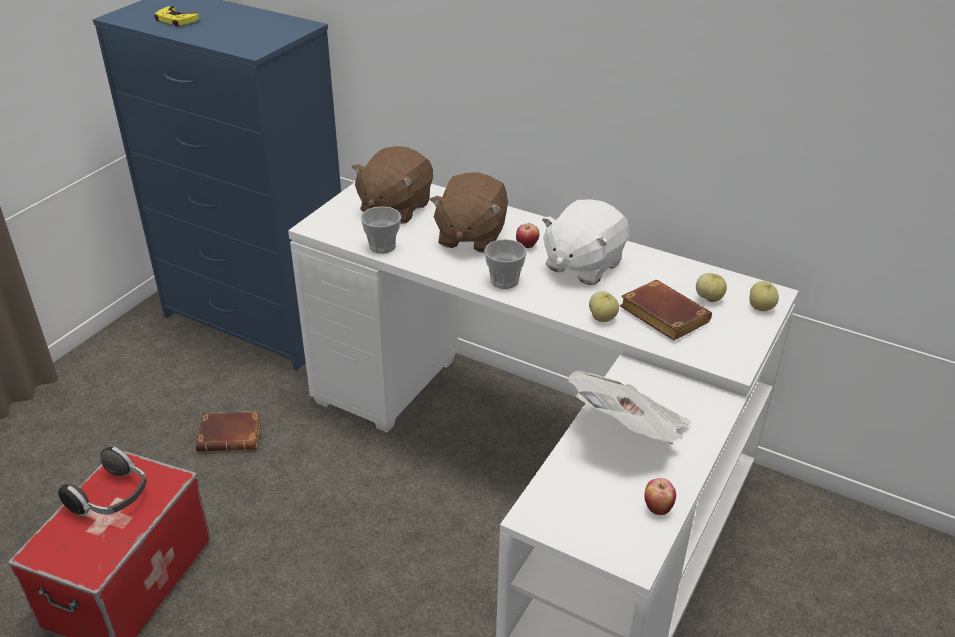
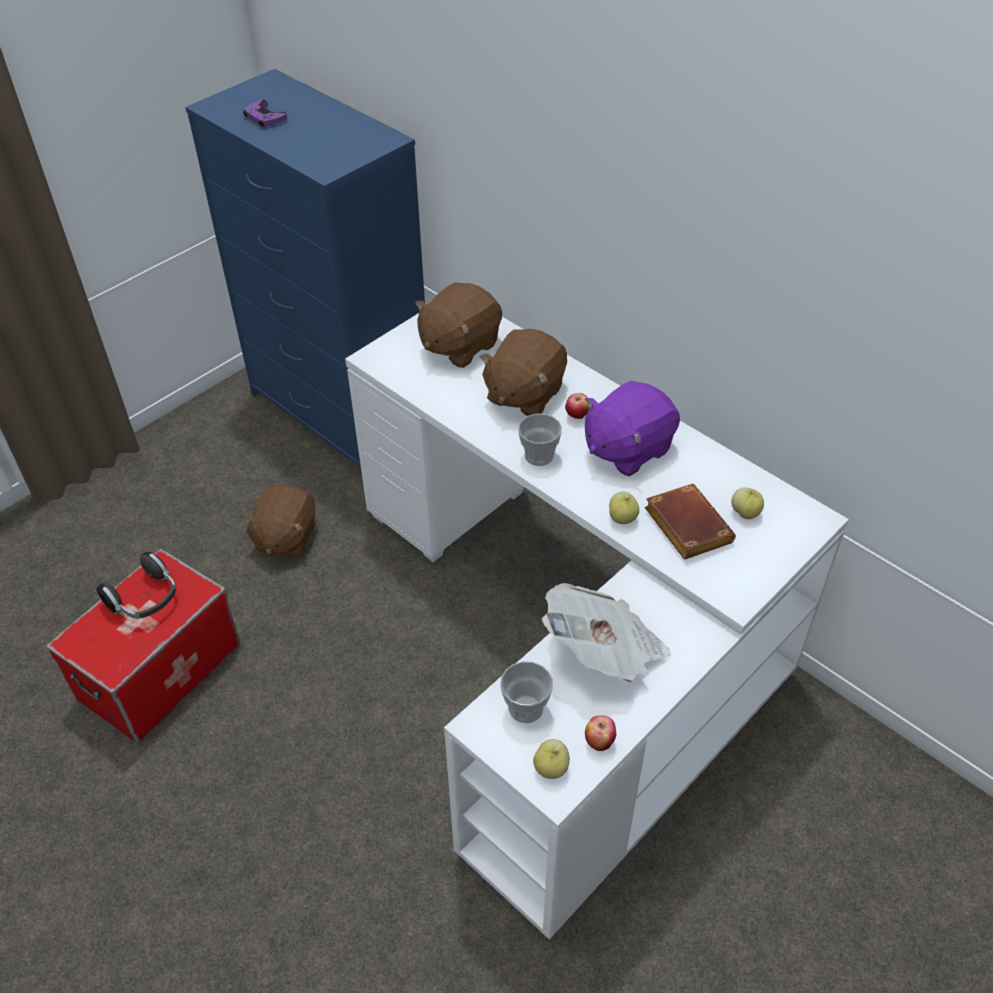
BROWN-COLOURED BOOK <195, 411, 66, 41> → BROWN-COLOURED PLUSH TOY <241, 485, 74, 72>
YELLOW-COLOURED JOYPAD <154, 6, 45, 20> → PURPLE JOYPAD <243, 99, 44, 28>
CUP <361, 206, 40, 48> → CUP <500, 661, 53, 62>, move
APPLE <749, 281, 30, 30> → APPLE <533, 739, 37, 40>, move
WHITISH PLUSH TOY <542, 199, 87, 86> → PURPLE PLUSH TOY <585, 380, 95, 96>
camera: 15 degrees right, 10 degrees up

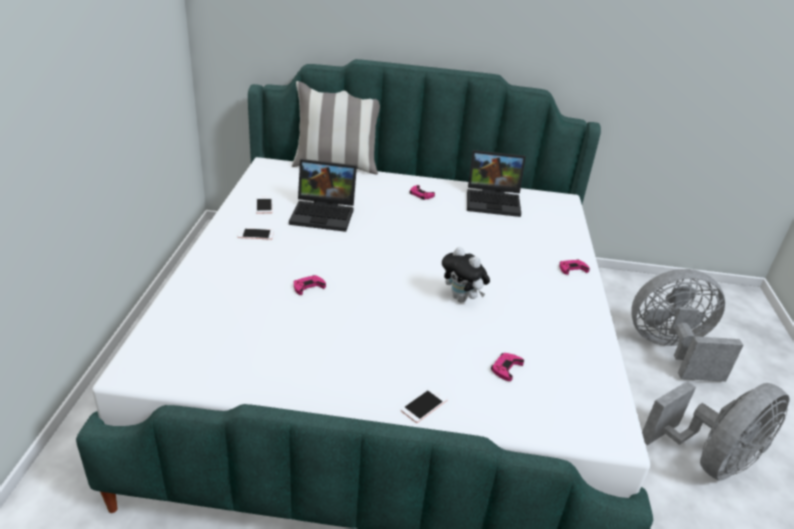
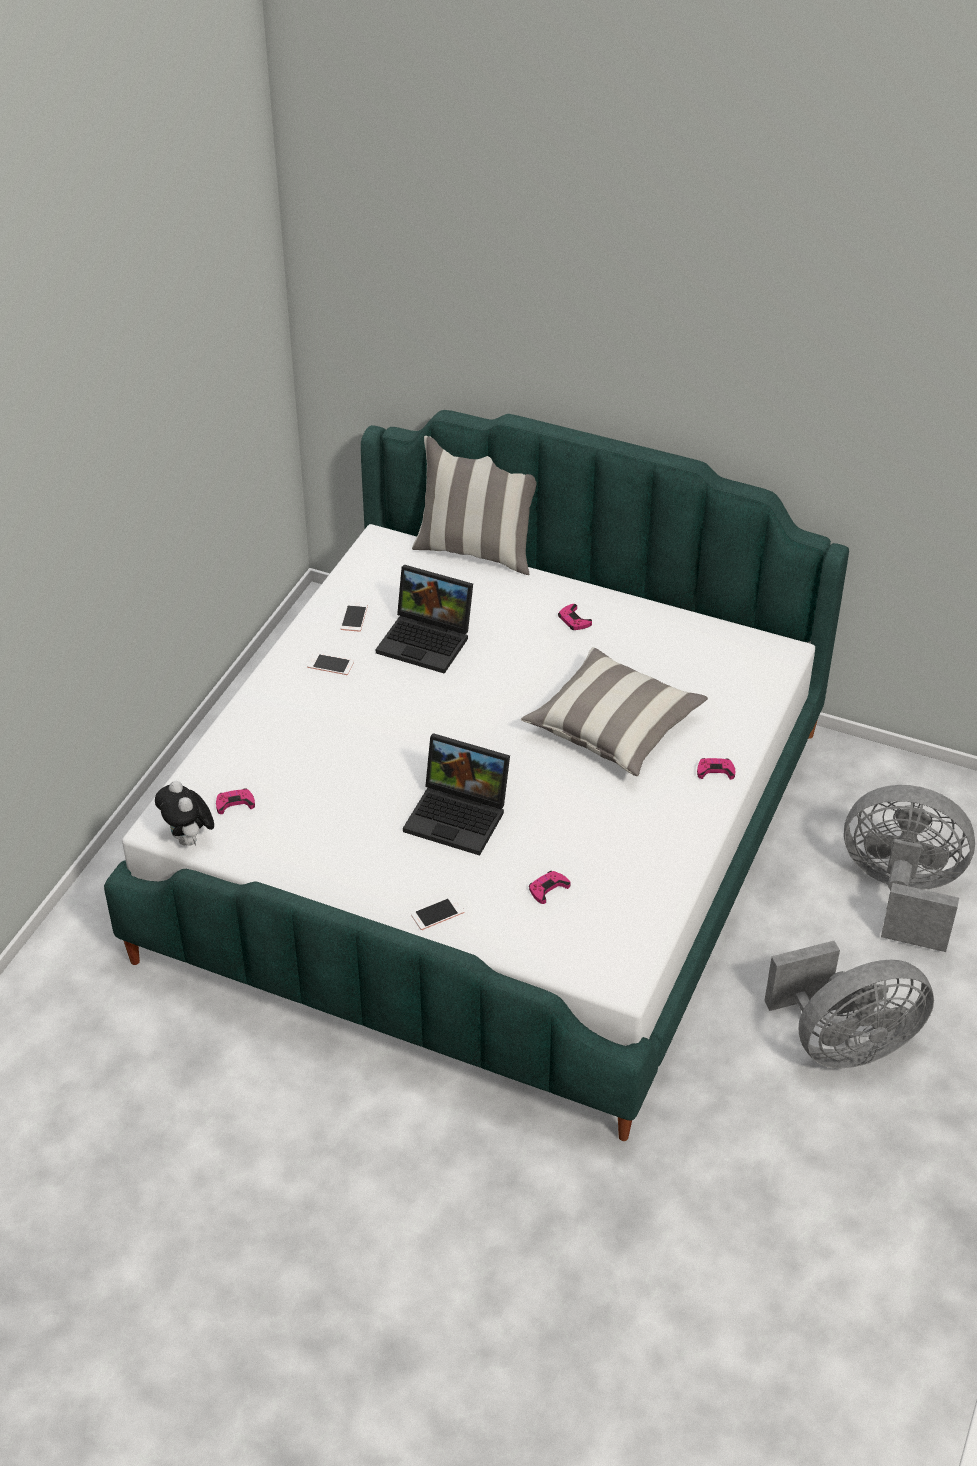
PLUSH TOY <442, 247, 48, 55> → PLUSH TOY <155, 781, 59, 65>, move
PINKISH JOYPAD <294, 275, 32, 20> → PINKISH JOYPAD <216, 788, 39, 26>, move
NOTEBOOK COMPUTER <467, 150, 59, 67> → NOTEBOOK COMPUTER <403, 733, 107, 123>, move
- → PILLOW <521, 647, 187, 129>
camera: 20 degrees right, 10 degrees up

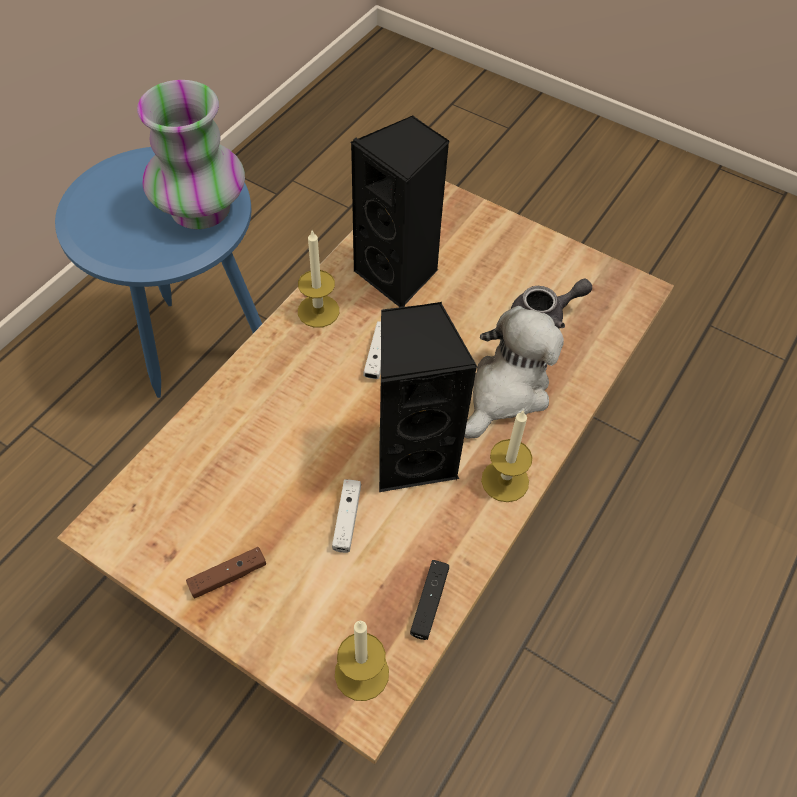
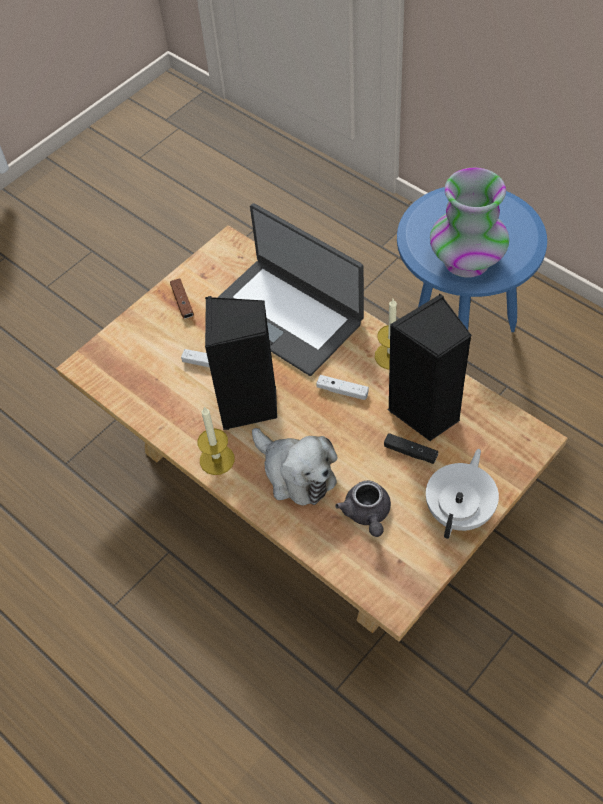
- → NOTEBOOK COMPUTER <217, 203, 147, 173>
BLACK JOYPAD <410, 560, 39, 80> → BLACK JOYPAD <384, 433, 54, 31>, move
- → WHITISH TEA POT <426, 449, 73, 90>
WAX CANDLE <335, 621, 54, 80> → -
camera: 105 degrees right, 0 degrees up

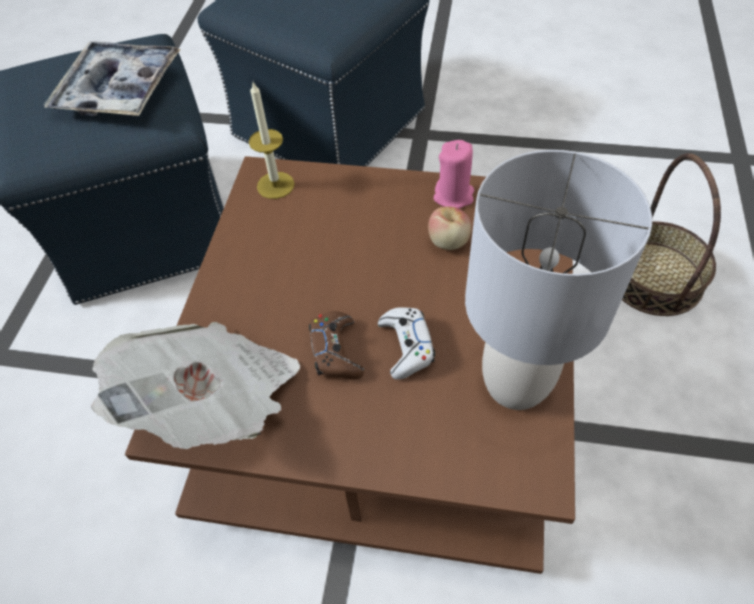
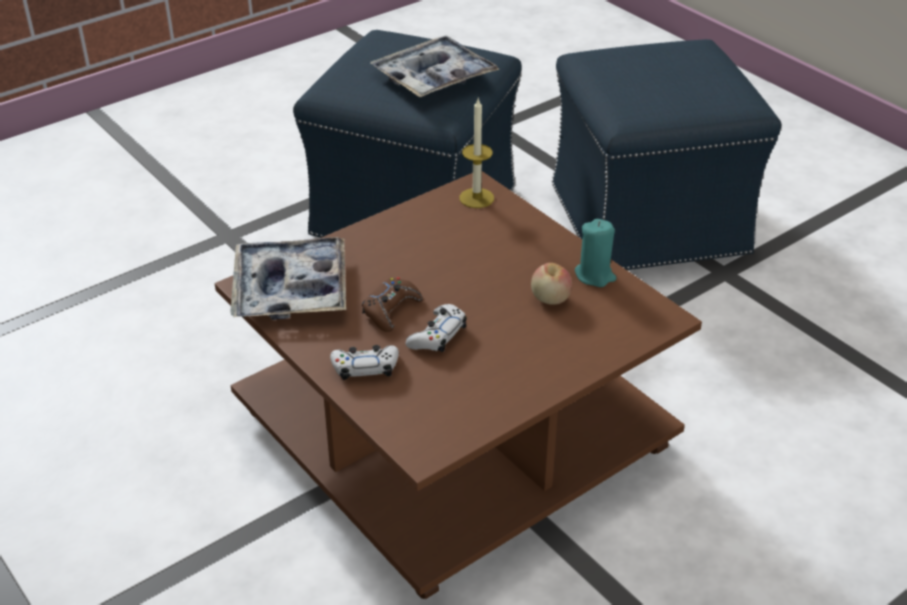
PRINTED PAPER <91, 322, 209, 127> → TRAY <230, 237, 116, 83>
- → WHITISH JOYPAD <330, 345, 69, 35>
PINKISH WAX CANDLE <433, 140, 41, 68> → TURQUOISE WAX CANDLE <575, 219, 41, 68>
GREY TABLETOP LAMP <465, 150, 187, 260> → -
BASKET <622, 153, 99, 163> → -
camera: 40 degrees right, 15 degrees down

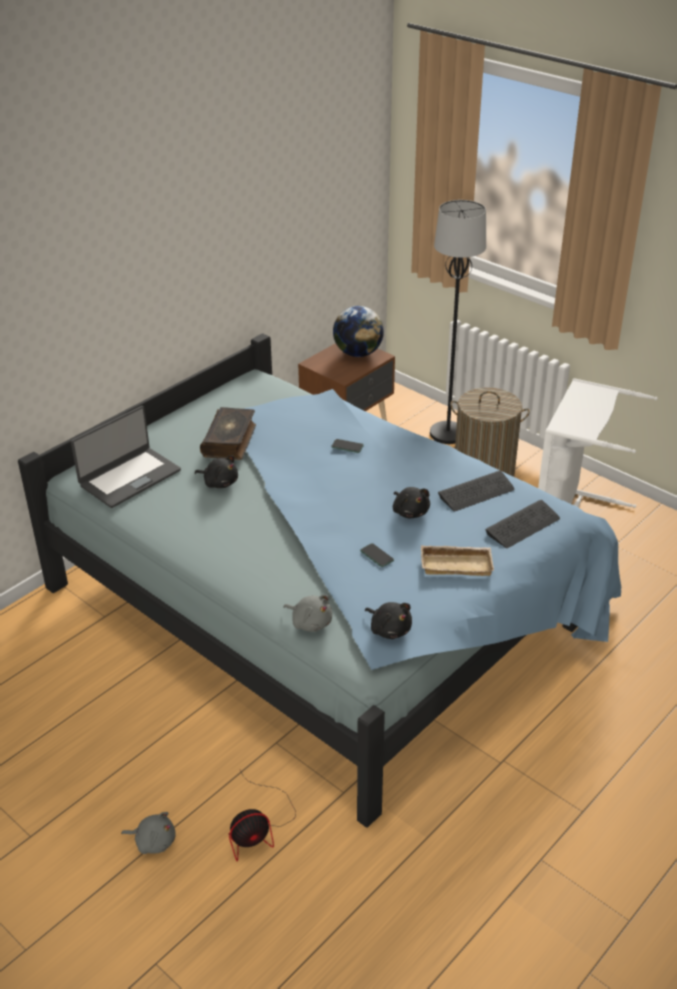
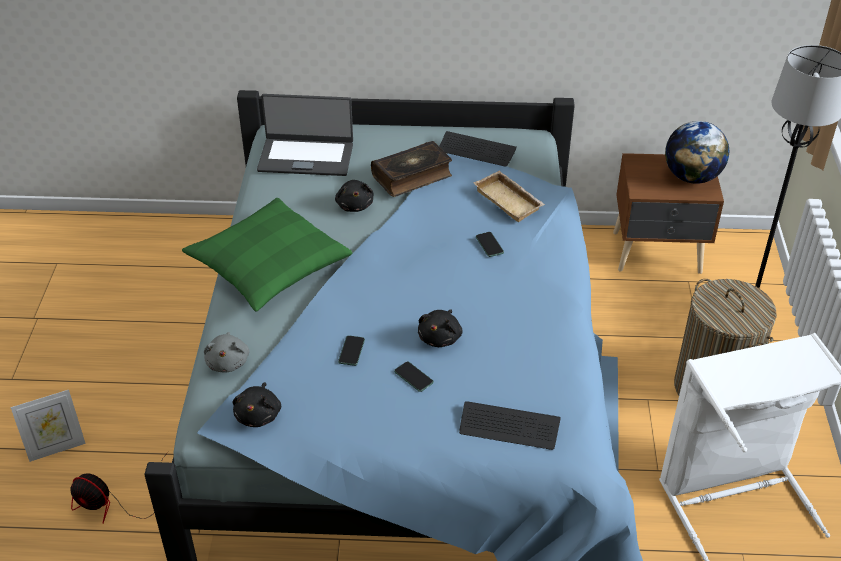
GREY PLUSH TOY <121, 812, 54, 42> → STANDING FRAME <10, 390, 76, 72>
- → GREENISH PILLOW <182, 198, 170, 114>
- → TELEPHONE <394, 361, 40, 31>
PC KEYBOARD <438, 471, 77, 40> → PC KEYBOARD <439, 131, 78, 36>, move
SAND-COLOURED TRAY <421, 545, 73, 31> → SAND-COLOURED TRAY <474, 171, 71, 51>, move
camera: 50 degrees right, 5 degrees up

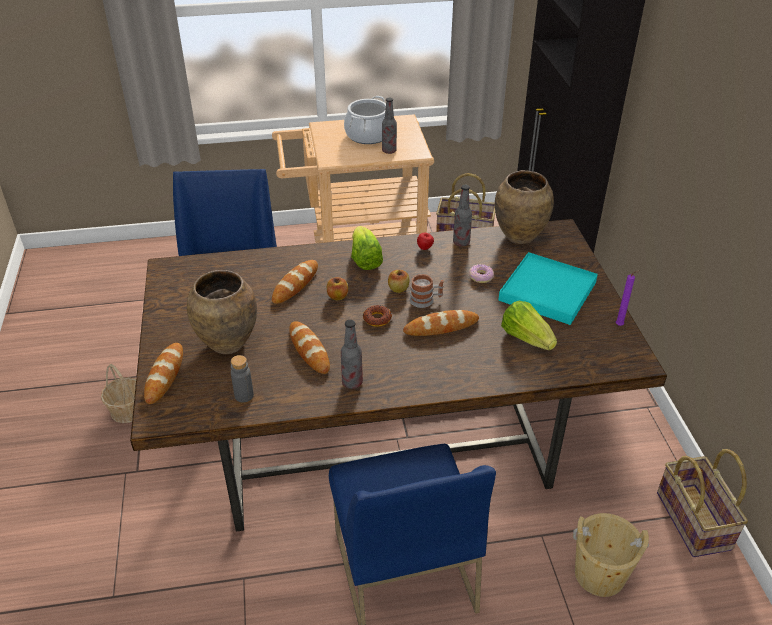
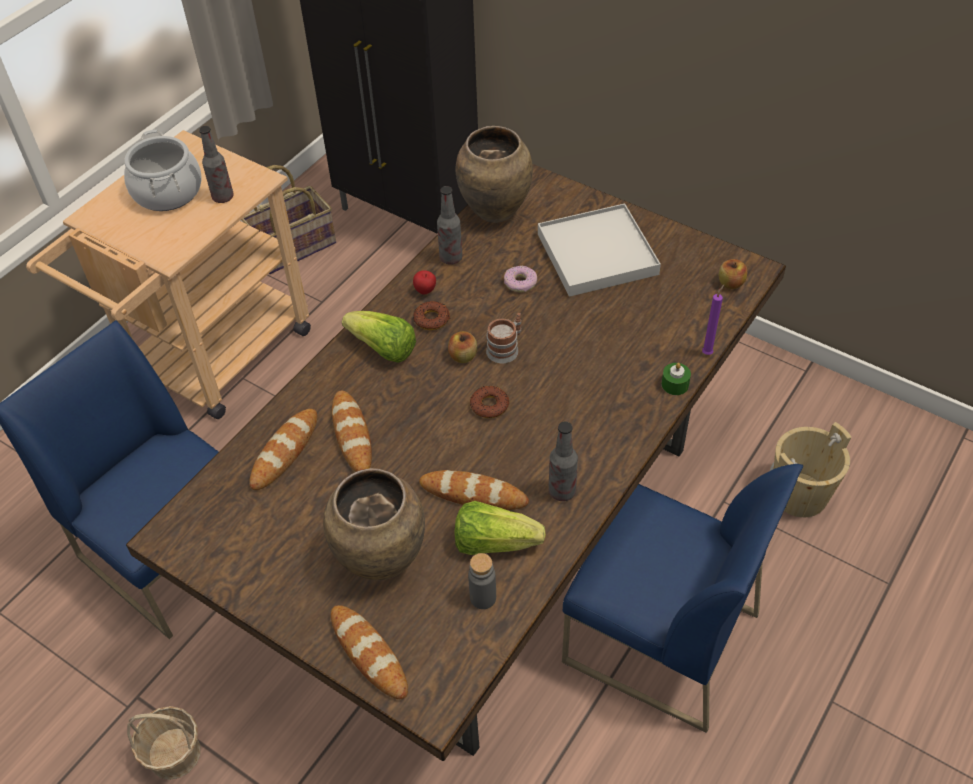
BAKERY BREAD <403, 310, 76, 26> → BAKERY BREAD <249, 409, 68, 81>, move
- → DONUT <413, 301, 37, 29>
HEAD OF LETTUCE <501, 301, 56, 49> → HEAD OF LETTUCE <454, 501, 92, 54>, move
TURQUOISE TRAY <499, 252, 99, 73> → WHITISH TRAY <538, 203, 123, 94>
- → GREENISH WAX CANDLE <661, 363, 30, 32>
PURPLE WAX CANDLE <616, 270, 24, 56> → PURPLE WAX CANDLE <702, 285, 22, 70>, move
APPLE <327, 277, 21, 23> → APPLE <719, 259, 28, 30>, move
BASKET <657, 449, 91, 108> → -
camera: 45 degrees left, 10 degrees up

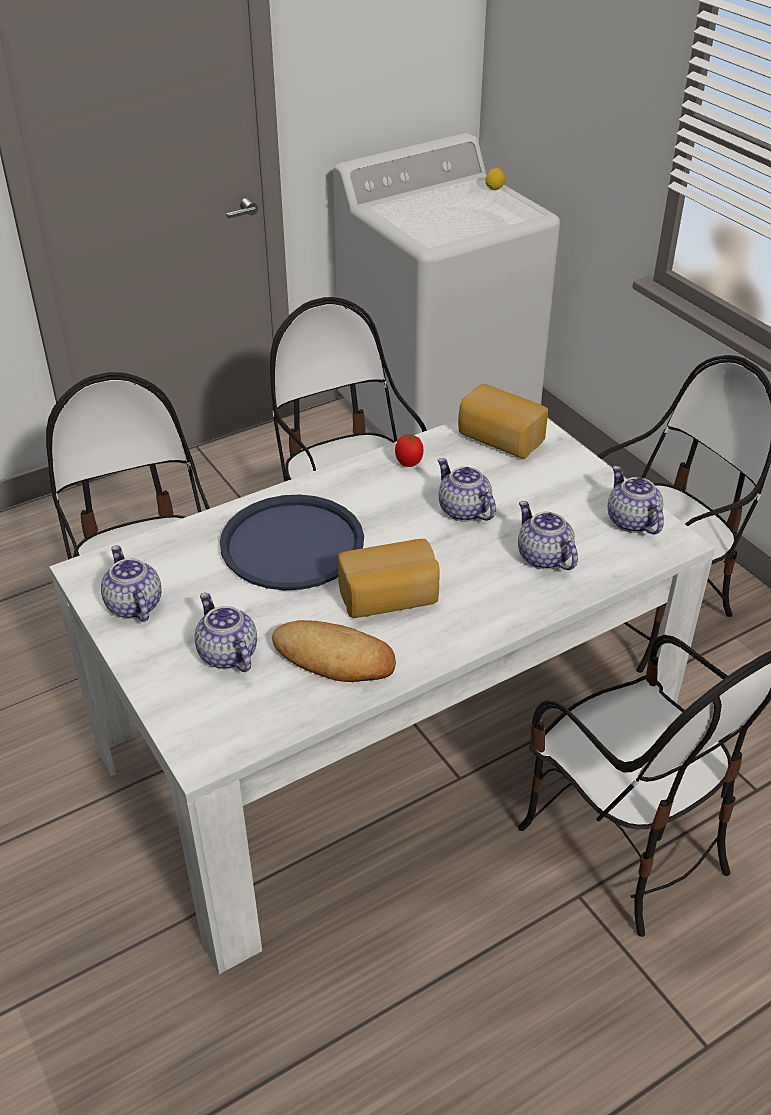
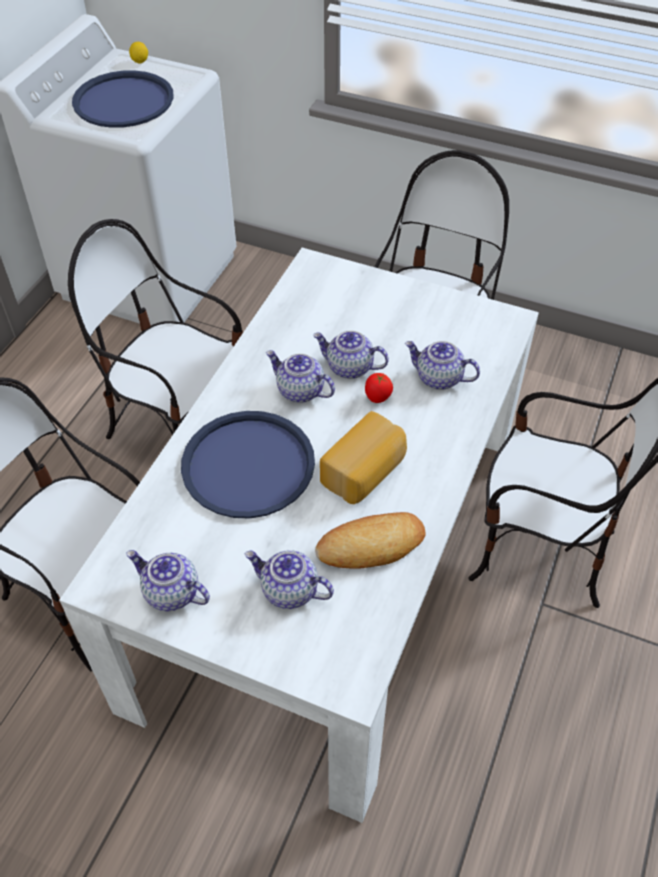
- → BLUISH TRAY <72, 70, 102, 58>
TEA POT <608, 466, 56, 68> → TEA POT <266, 350, 69, 53>, move
TOMATO <395, 434, 29, 33> → TOMATO <365, 373, 28, 30>, move
BAKERY BREAD <458, 384, 90, 74> → -
camera: 35 degrees left, 10 degrees up

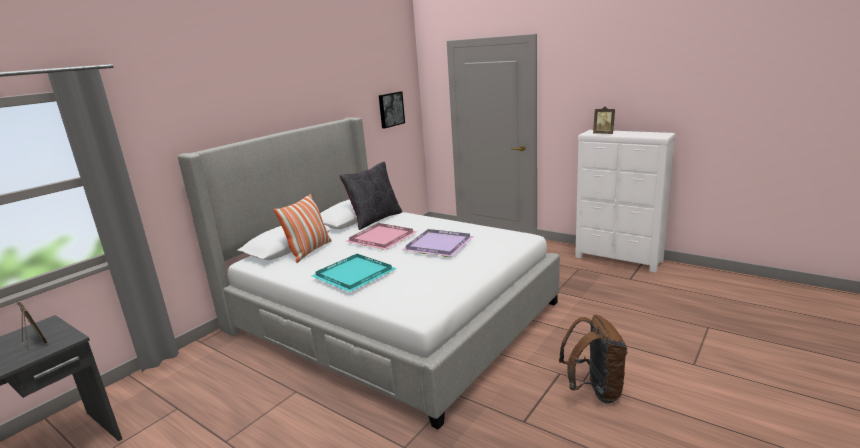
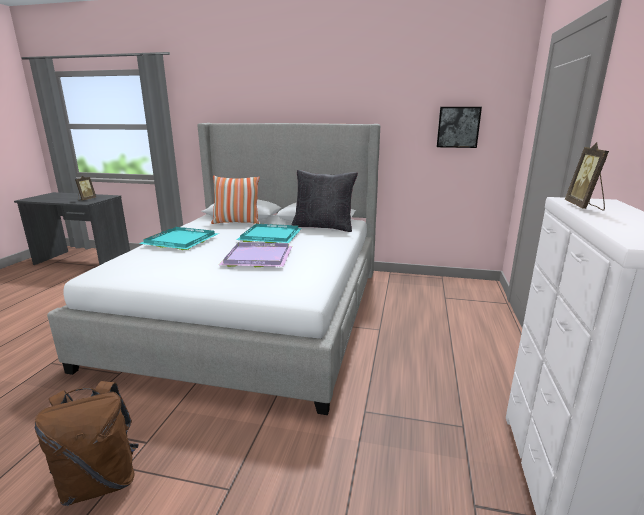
PINKISH TRAY <346, 223, 71, 27> → TURQUOISE TRAY <237, 224, 65, 19>
camera: 65 degrees right, 0 degrees up

